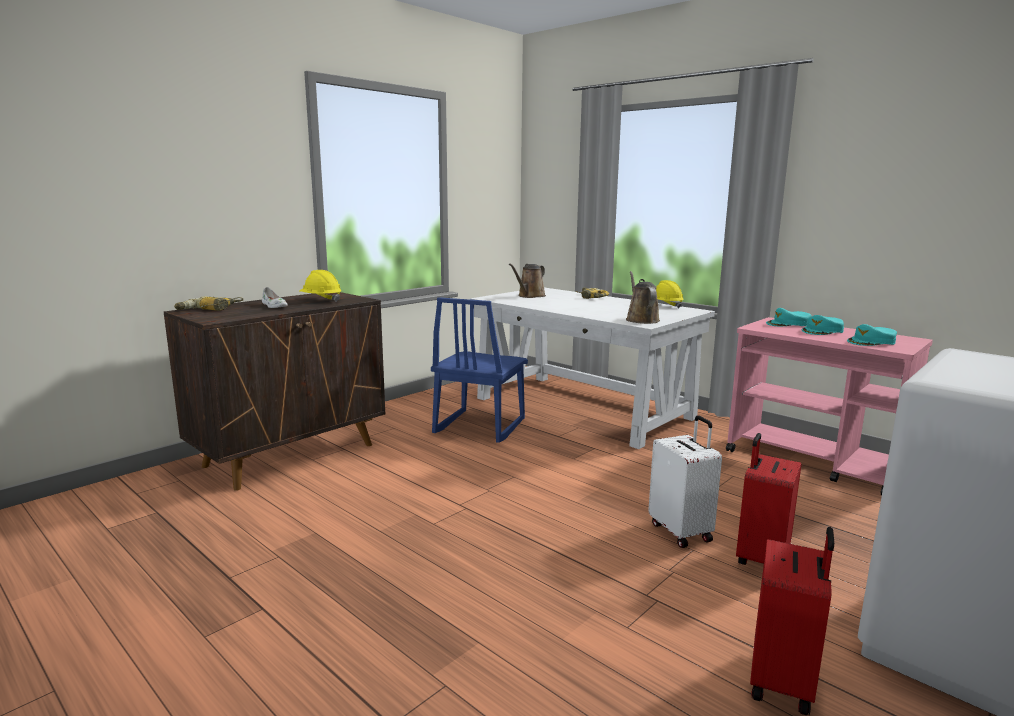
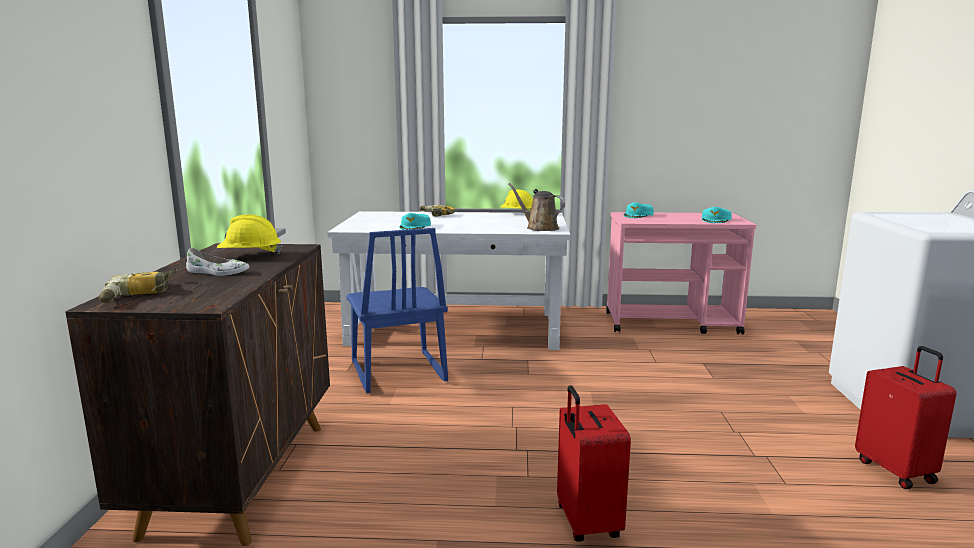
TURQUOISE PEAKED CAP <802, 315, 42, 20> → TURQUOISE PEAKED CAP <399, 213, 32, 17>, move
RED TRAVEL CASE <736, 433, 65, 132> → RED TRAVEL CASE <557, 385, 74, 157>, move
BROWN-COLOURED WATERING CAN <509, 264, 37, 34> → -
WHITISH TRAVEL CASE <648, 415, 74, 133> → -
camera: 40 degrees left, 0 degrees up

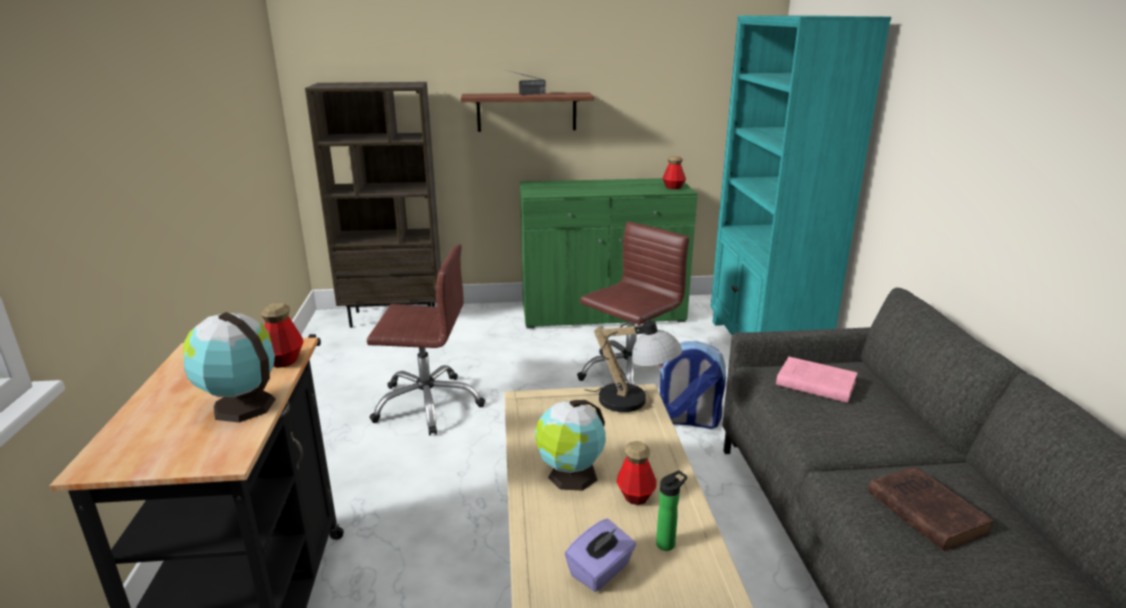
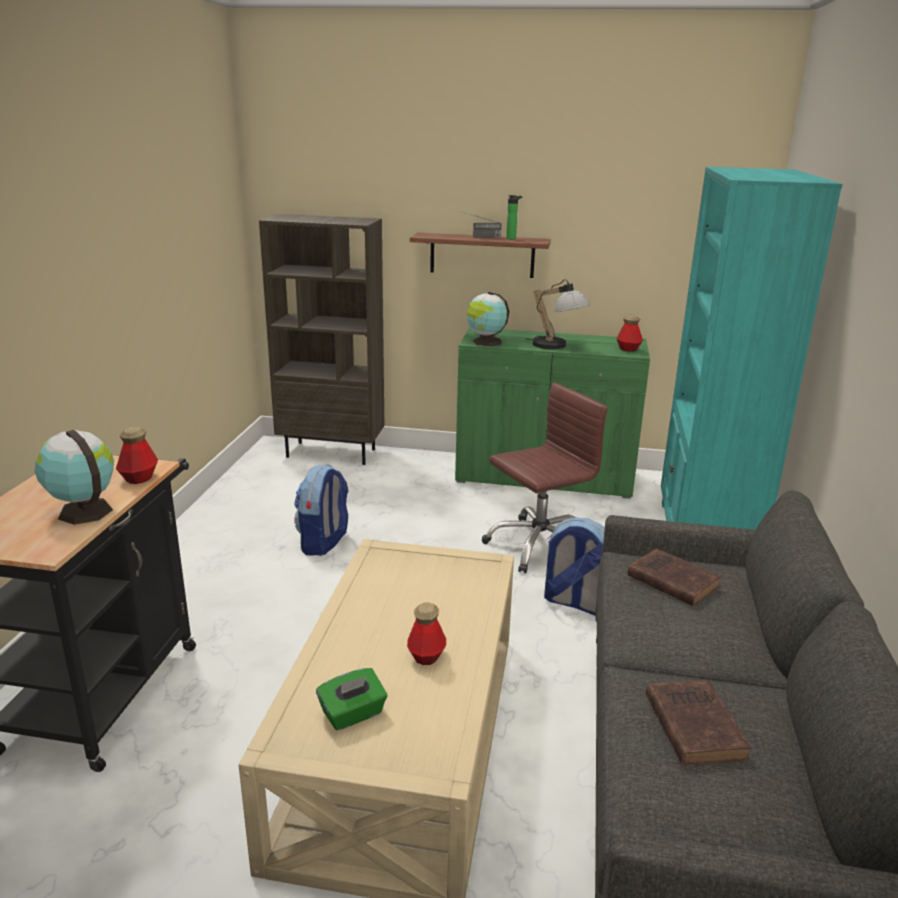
BROWN-COLOURED DESK CHAIR <367, 244, 118, 192> → KNAPSACK <294, 464, 55, 92>
PURPLE TISSUE HOLDER <565, 519, 71, 73> → GREENISH TISSUE HOLDER <316, 668, 71, 63>
WORLD GLOBE <535, 400, 71, 91> → WORLD GLOBE <467, 292, 43, 55>, move
BEVERAGE BOTTLE <656, 470, 31, 81> → BEVERAGE BOTTLE <506, 195, 16, 45>, move
TABLETOP LAMP <585, 317, 97, 95> → TABLETOP LAMP <526, 279, 64, 70>, move
PINKISH BOOK <776, 357, 82, 46> → BROWN-COLOURED BOOK <627, 548, 94, 58>
camera: 15 degrees right, 0 degrees up

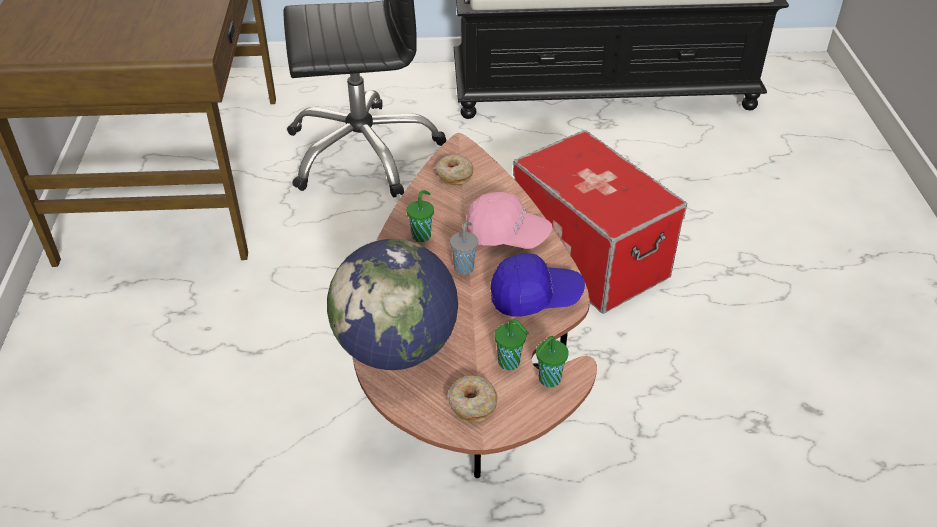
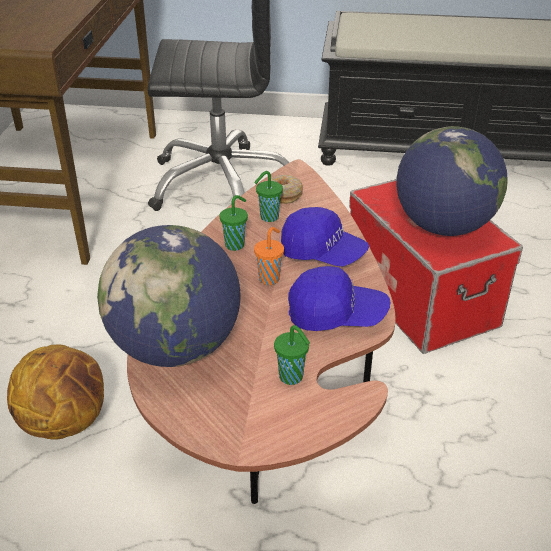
- → BALL FOR BASKETBALL <7, 345, 97, 94>
GREENISH CUP <536, 336, 33, 51> → GREENISH CUP <254, 171, 29, 51>, move
GREY CUP <450, 221, 28, 54> → ORANGEY CUP <254, 227, 30, 58>
PINKISH PEAKED CAP <467, 192, 86, 57> → BLUISH PEAKED CAP <281, 207, 88, 59>
- → WORLD GLOBE <396, 126, 112, 110>
DONUT <447, 376, 51, 46> → -
camera: 10 degrees right, 5 degrees down

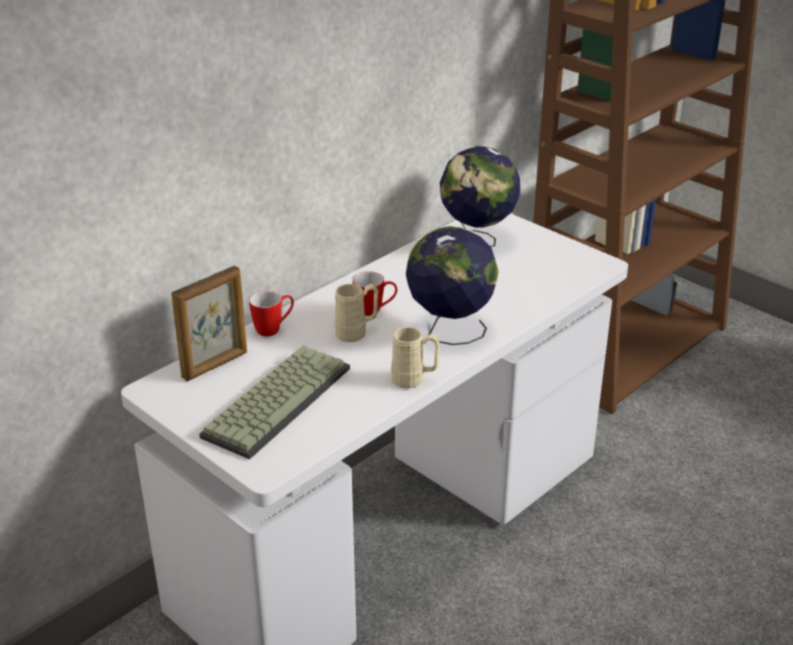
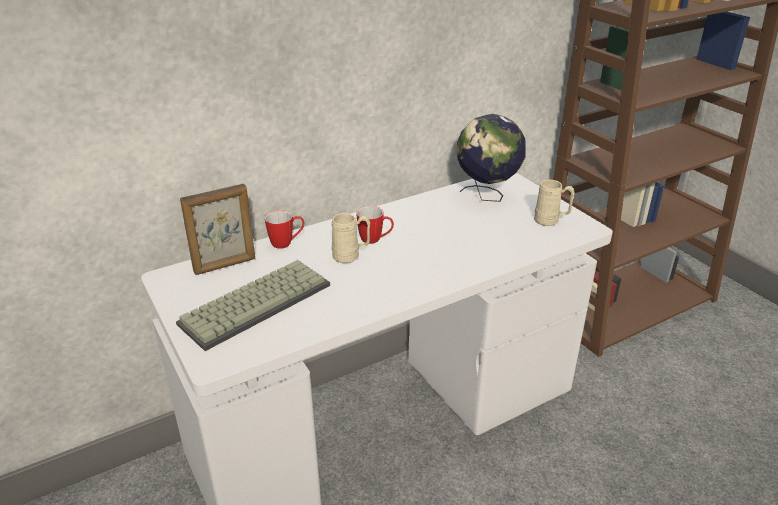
SAND-COLOURED MUG <391, 327, 49, 62> → SAND-COLOURED MUG <534, 180, 41, 46>, move
WORLD GLOBE <406, 226, 93, 119> → -
camera: 15 degrees right, 0 degrees up

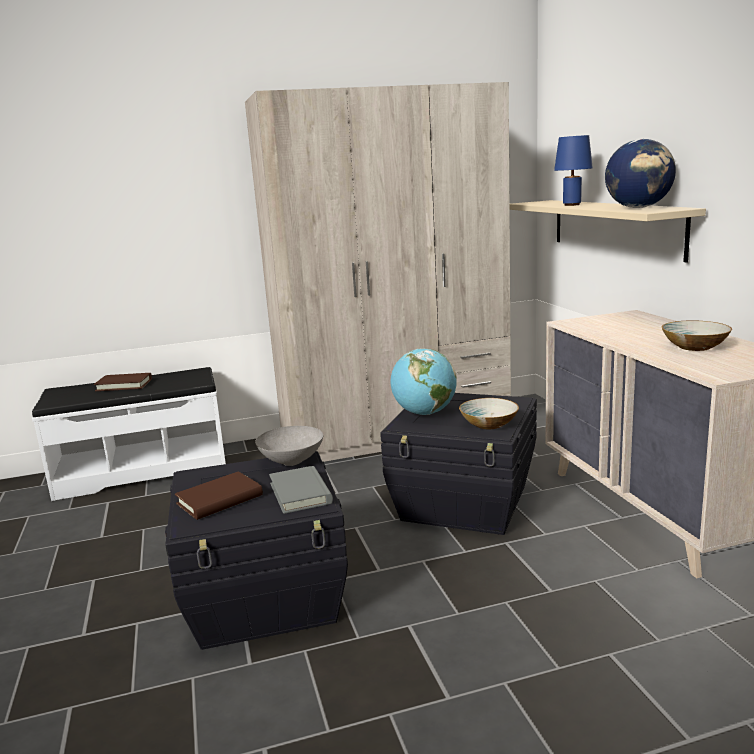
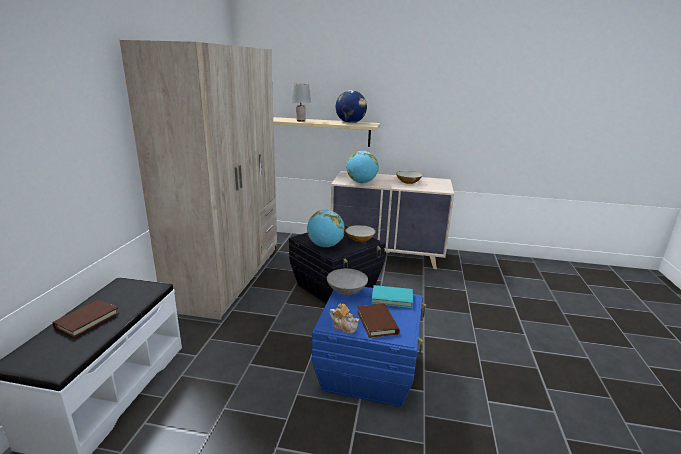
BLUISH TABLETOP LAMP <554, 135, 39, 71> → GREY TABLETOP LAMP <291, 84, 20, 38>
BLACK STORAGE BIN <165, 451, 183, 199> → BLUISH STORAGE BIN <312, 287, 114, 120>
- → TEA POT <329, 303, 30, 31>
- → WORLD GLOBE <346, 151, 33, 32>
GREY BOOK <269, 466, 64, 48> → TURQUOISE BOOK <371, 285, 42, 23>
camera: 65 degrees left, 5 degrees up

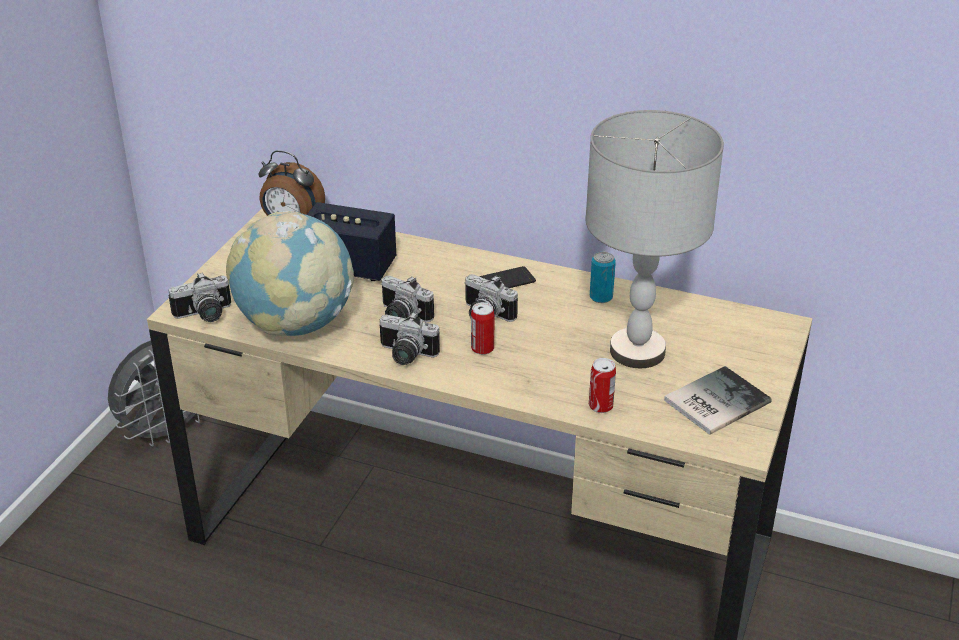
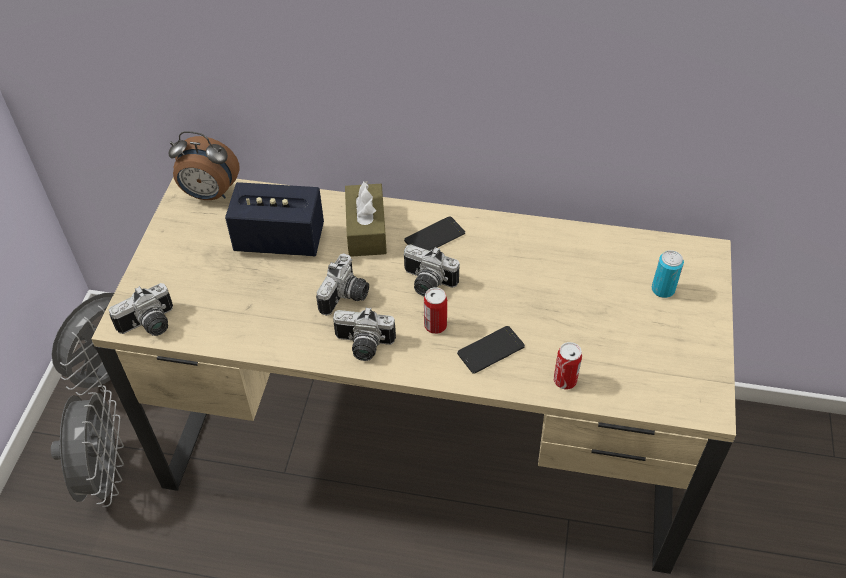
- → GREY ELECTRIC FAN <51, 385, 73, 122>
PHOTO CAMERA <381, 275, 53, 47> → PHOTO CAMERA <316, 253, 53, 63>, 90 degrees counterclockwise
- → BROWN-COLOURED TISSUE HOLDER <345, 181, 42, 76>
- → TELEPHONE <457, 326, 68, 48>
CAN <590, 252, 26, 51> → CAN <652, 250, 32, 48>, move
WORLD GLOBE <226, 211, 128, 125> → -
GREY TABLETOP LAMP <585, 110, 139, 258> → -
BOOK <664, 366, 108, 69> → -
camera: 10 degrees left, 15 degrees up

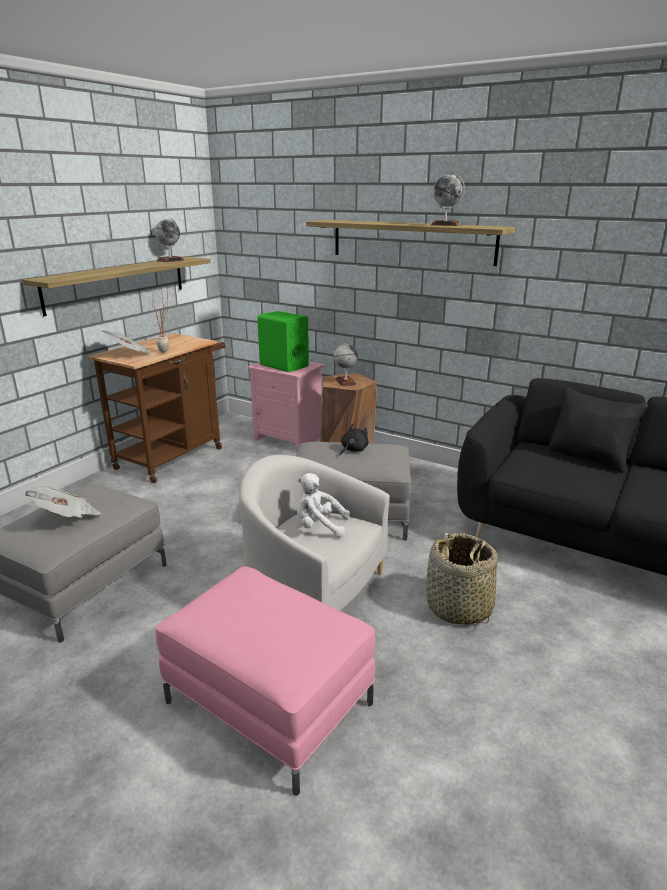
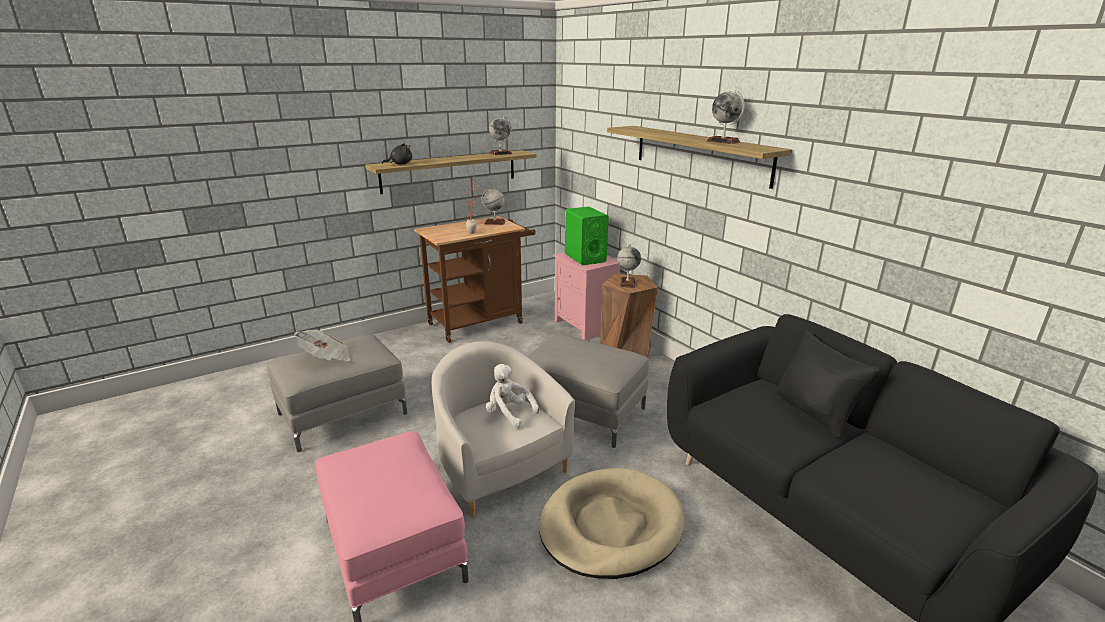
BLACK PLUSH TOY <340, 424, 29, 32> → BLACK PLUSH TOY <382, 143, 30, 22>, move
- → WORLD GLOBE <482, 188, 23, 37>
BASKET <426, 532, 72, 93> → SAND-COLOURED PET BED <539, 468, 146, 111>
PRINTED PAPER <100, 330, 53, 24> → -
camera: 25 degrees right, 0 degrees up

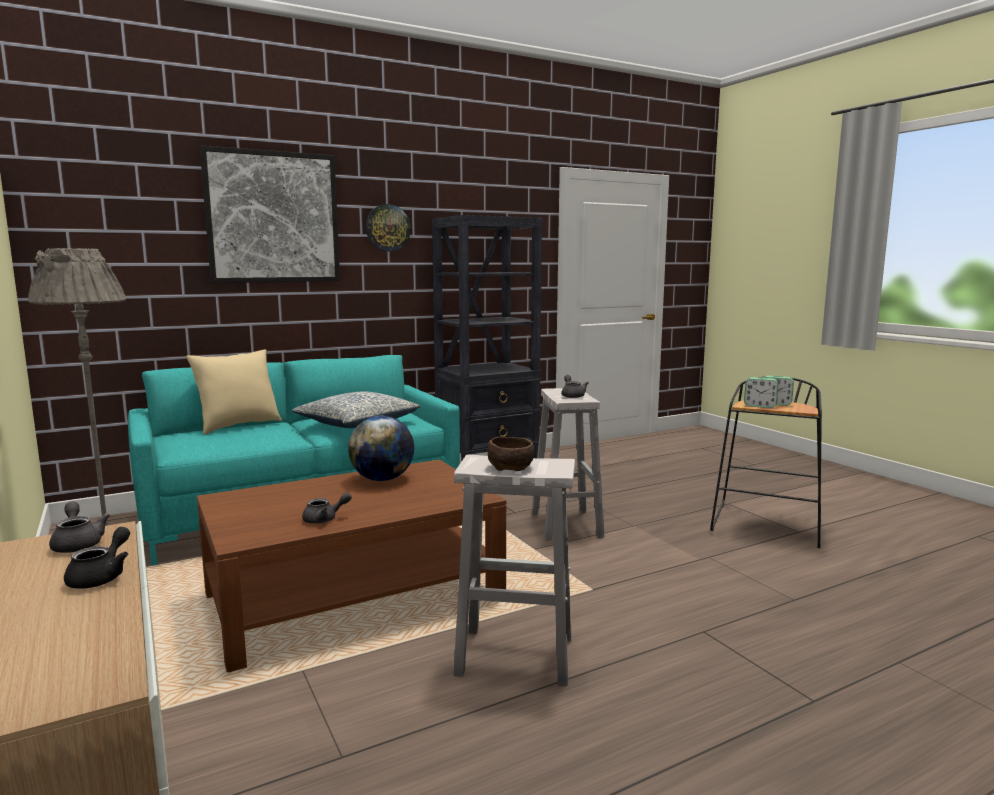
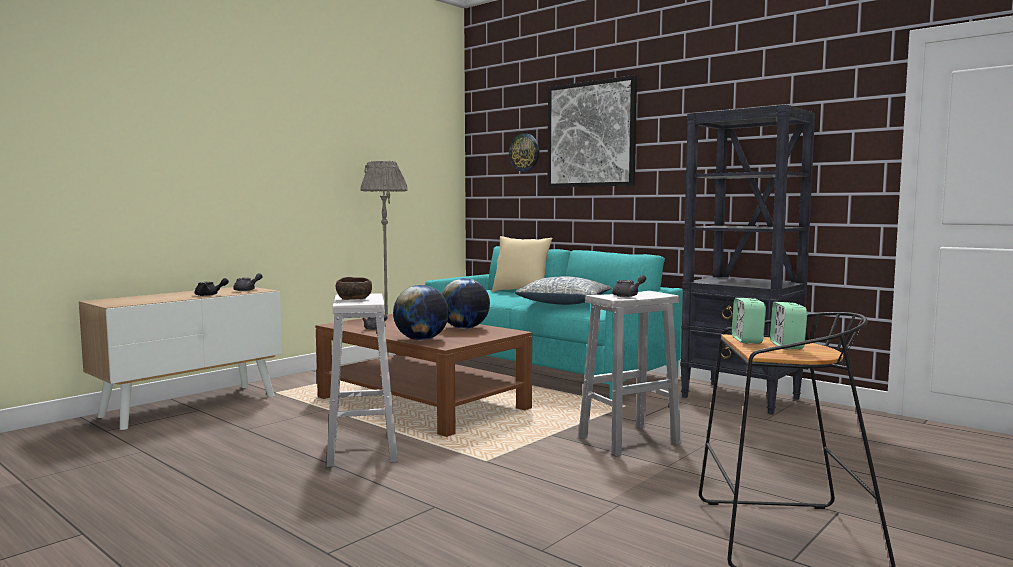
- → WORLD GLOBE <393, 285, 56, 55>
HANGING CLOCK <366, 204, 45, 47> → HANGING CLOCK <509, 133, 30, 39>, move
camera: 70 degrees right, 5 degrees down

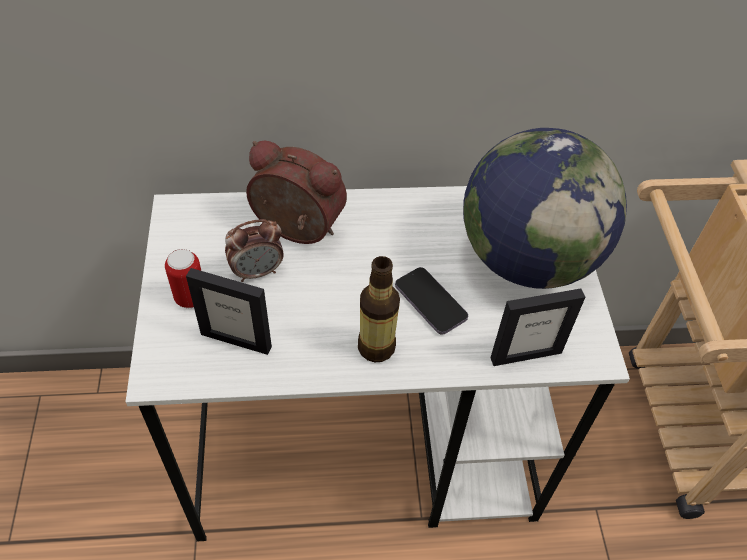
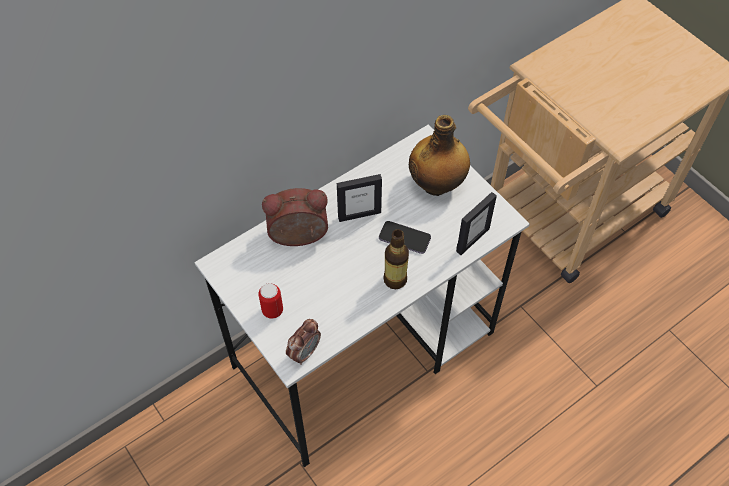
TABLE CLOCK <225, 219, 59, 63> → TABLE CLOCK <286, 319, 35, 46>, move
STANDING FRAME <186, 268, 86, 87> → STANDING FRAME <337, 174, 45, 48>, move
WORLD GLOBE <463, 128, 164, 161> → BEVERAGE BOTTLE <409, 115, 61, 81>
camera: 30 degrees left, 5 degrees up

